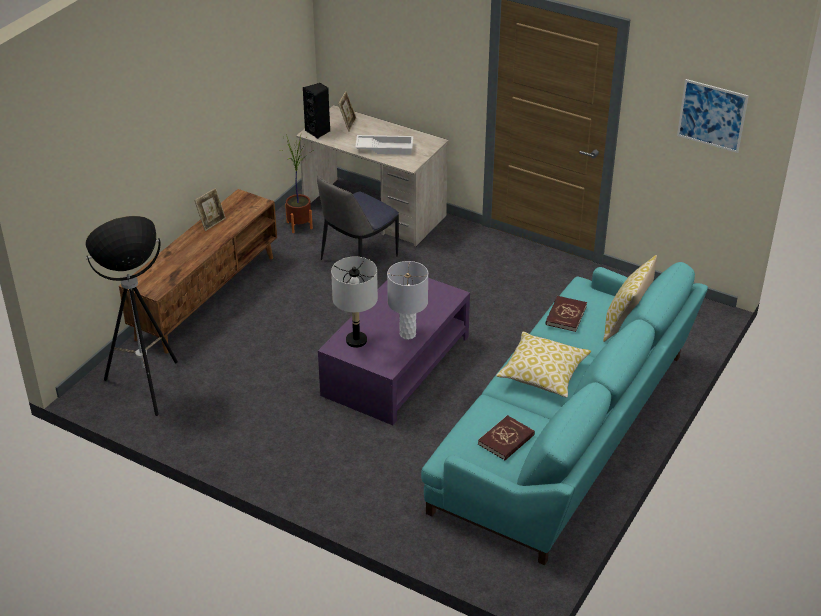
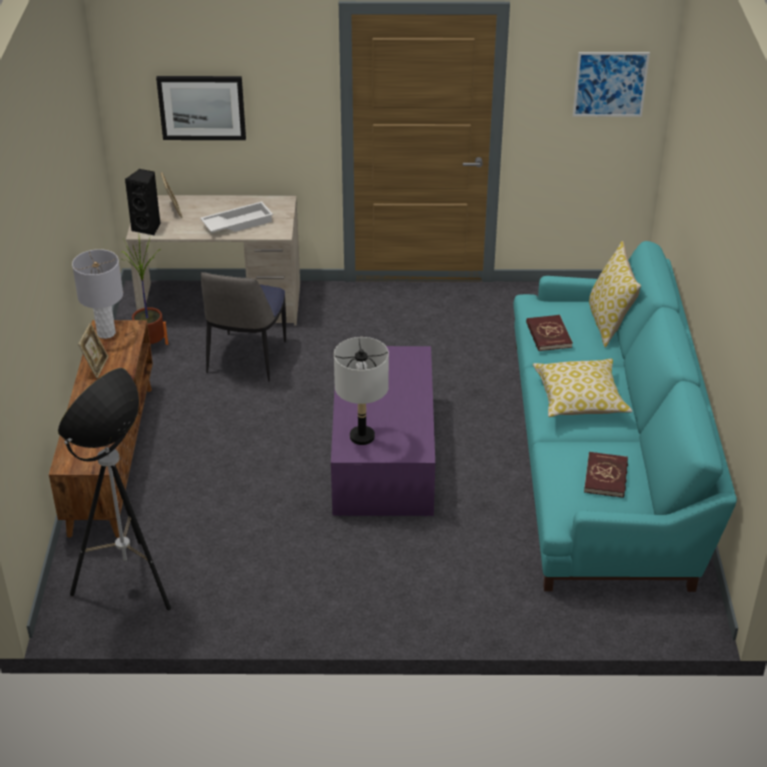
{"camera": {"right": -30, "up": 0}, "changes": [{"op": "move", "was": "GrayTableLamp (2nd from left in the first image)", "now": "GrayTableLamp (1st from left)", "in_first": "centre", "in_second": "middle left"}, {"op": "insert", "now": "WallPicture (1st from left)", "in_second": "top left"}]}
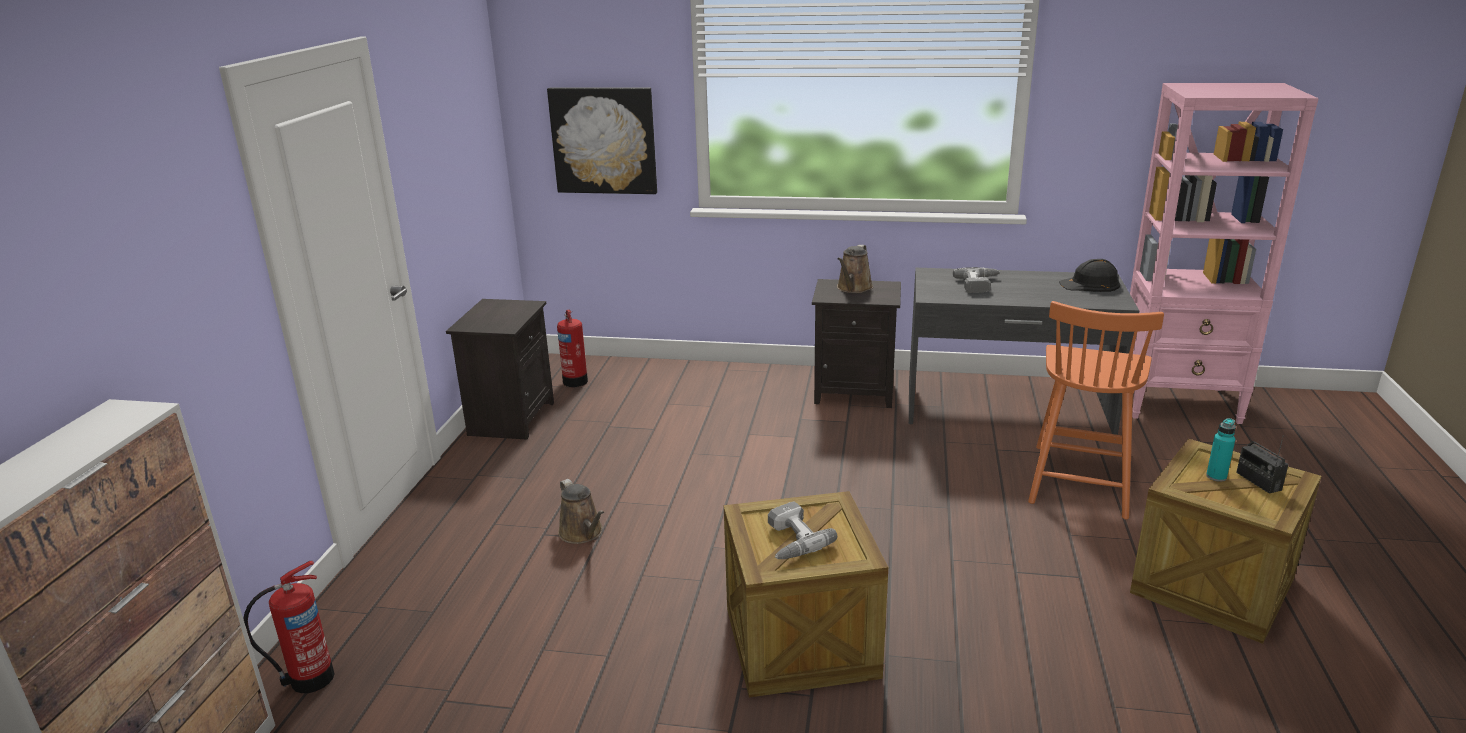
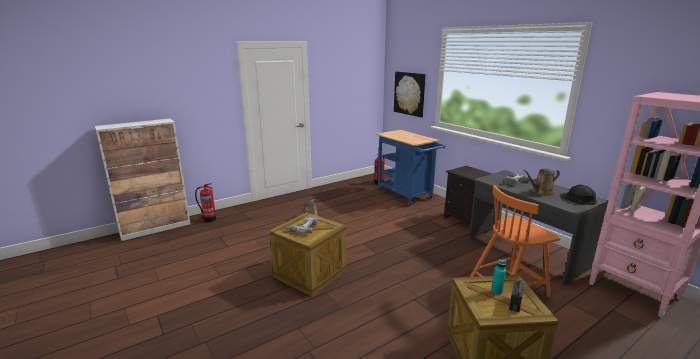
{"camera": {"right": 45, "up": -5}, "changes": [{"op": "move", "was": "BrownSprinklingCan (2nd from left)", "in_first": "centre", "in_second": "middle right"}, {"op": "delete", "was": "BlackNightstand (1st from left)", "in_first": "centre"}, {"op": "insert", "now": "BluishWheeledCart", "in_second": "centre"}]}
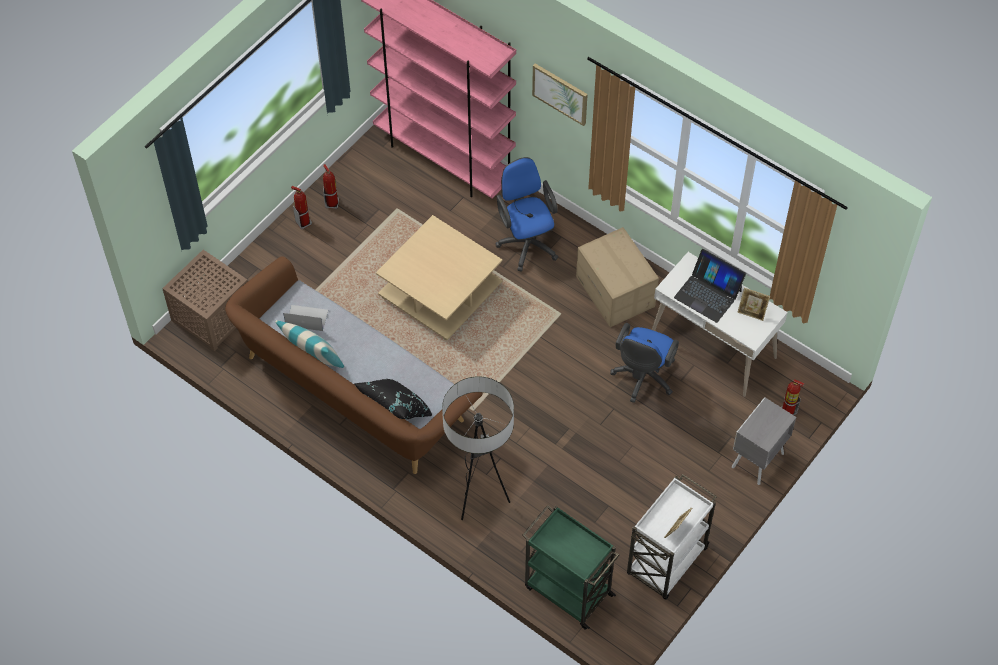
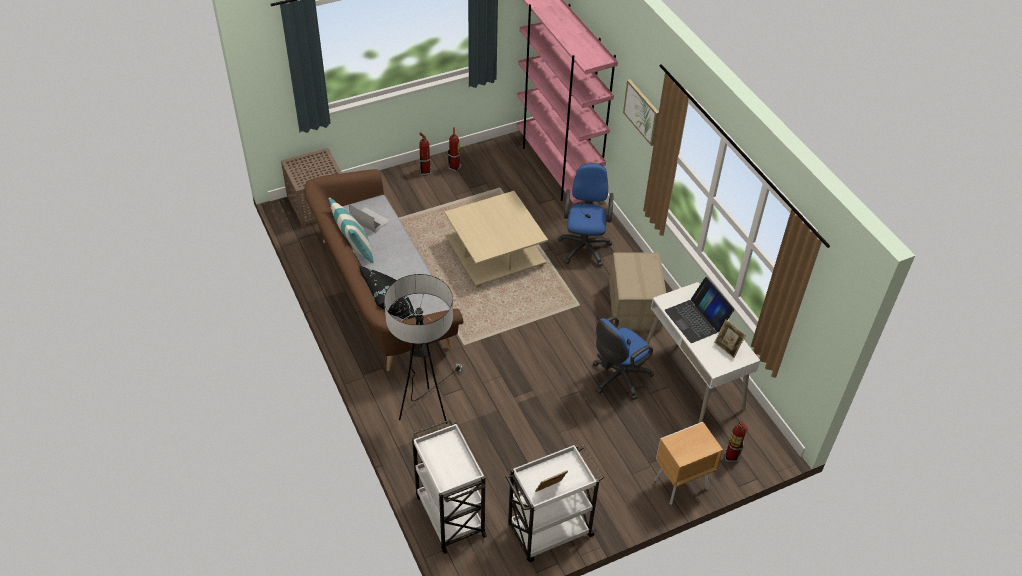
{"camera": {"right": 25, "up": -10}, "changes": [{"op": "recolor", "was": "GrayNightstand", "now": "BrownNightstand", "in_first": "middle right", "in_second": "bottom right"}, {"op": "recolor", "was": "GreenWheeledCart", "now": "WhiteWheeledCart (1st from left)", "in_first": "bottom centre", "in_second": "bottom centre"}]}
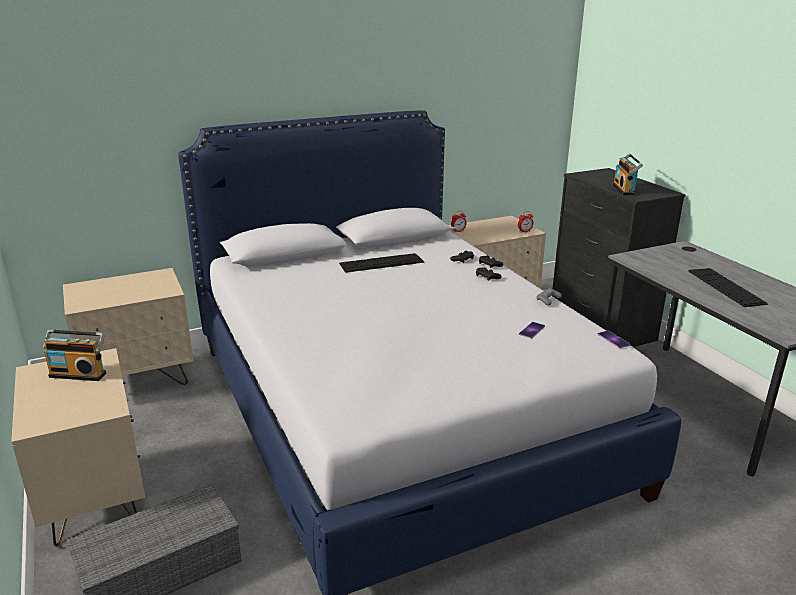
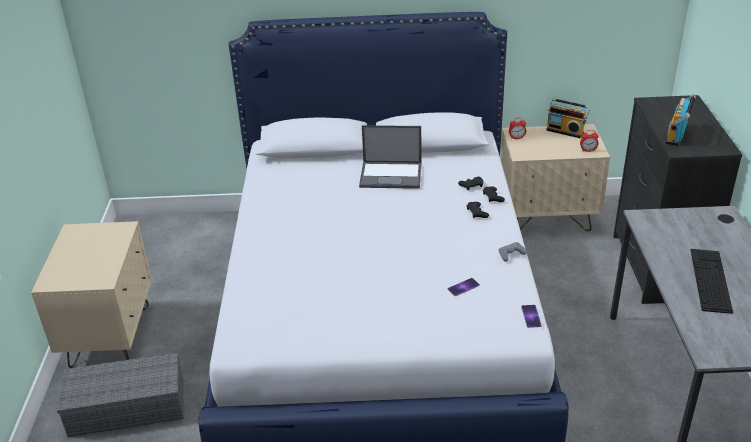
{"camera": {"right": 25, "up": 10}, "changes": [{"op": "replace", "was": "Keyboard (1st from left)", "now": "NotebookComputer", "in_first": "centre", "in_second": "centre"}, {"op": "delete", "was": "BeigeNightstand (2nd from left)", "in_first": "middle left"}, {"op": "move", "was": "RadioReceiver (1st from left)", "in_first": "middle left", "in_second": "top right"}]}
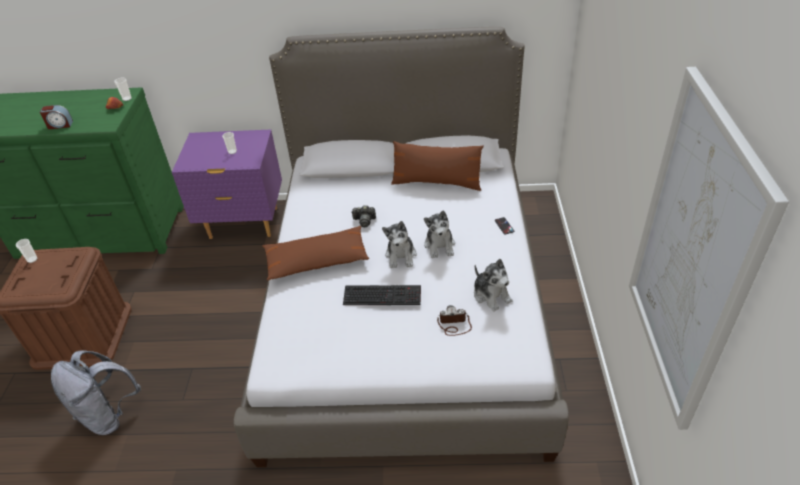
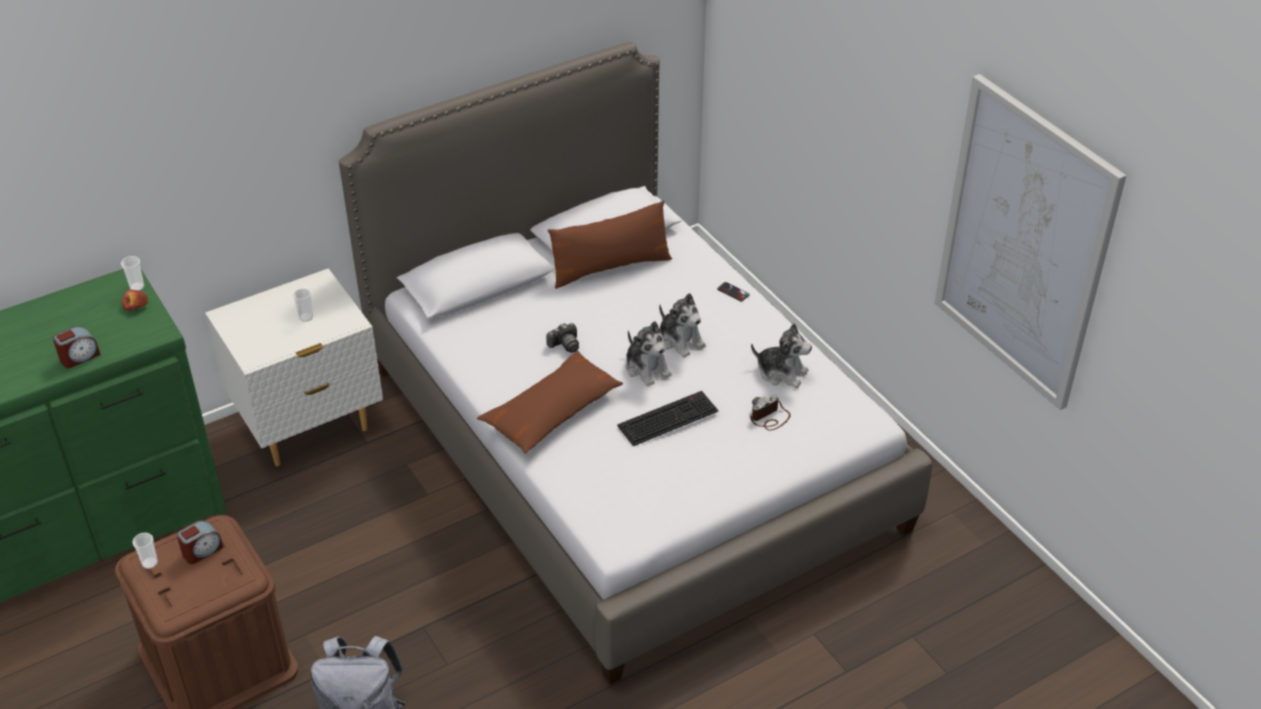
{"camera": {"right": -35, "up": 0}, "changes": [{"op": "recolor", "was": "PurplishNightstand", "now": "WhiteNightstand", "in_first": "middle left", "in_second": "middle left"}, {"op": "insert", "now": "AlarmClock (2nd from left)", "in_second": "bottom left"}]}
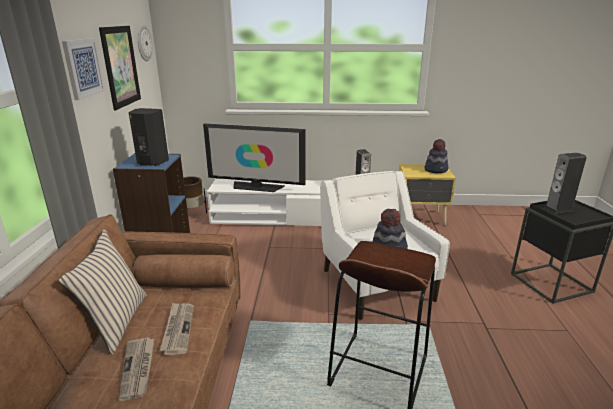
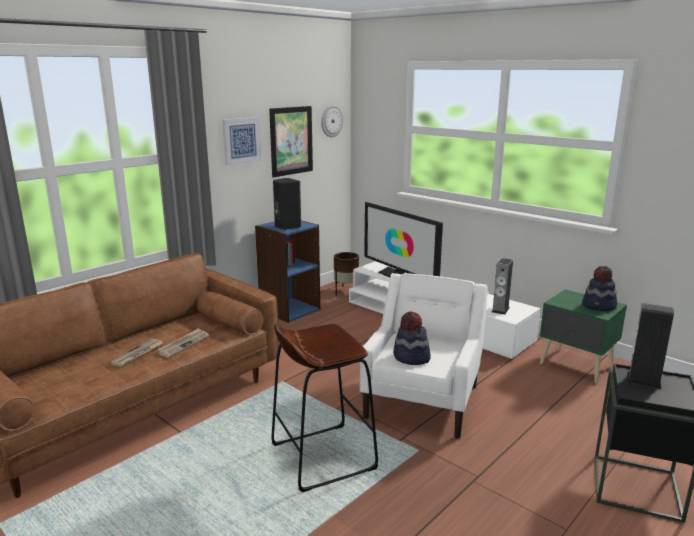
{"camera": {"right": 40, "up": -5}, "changes": [{"op": "recolor", "was": "YellowNightstand", "now": "GreenNightstand", "in_first": "middle right", "in_second": "middle right"}, {"op": "delete", "was": "BeigePillow", "in_first": "bottom left"}]}
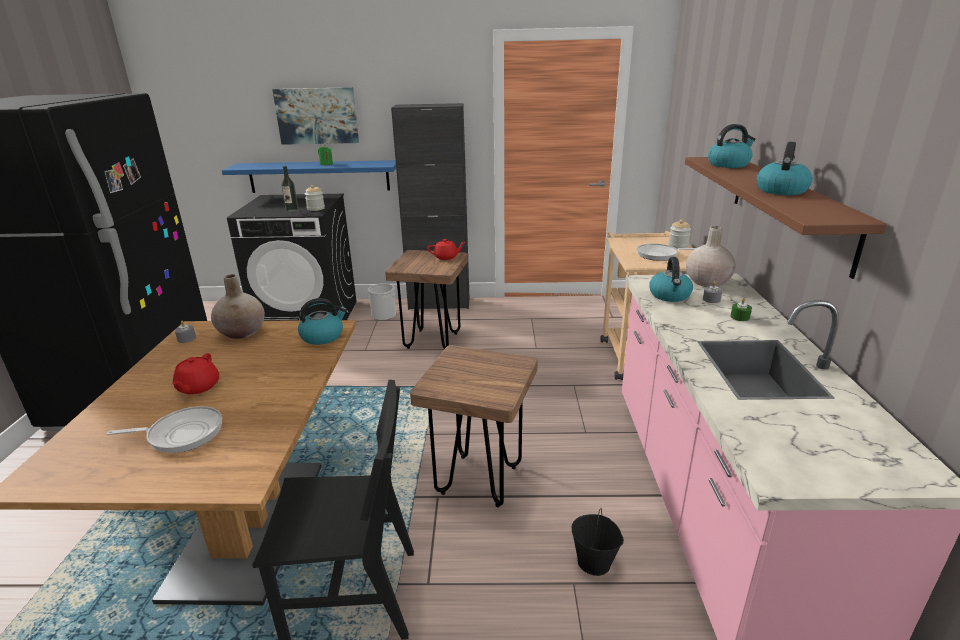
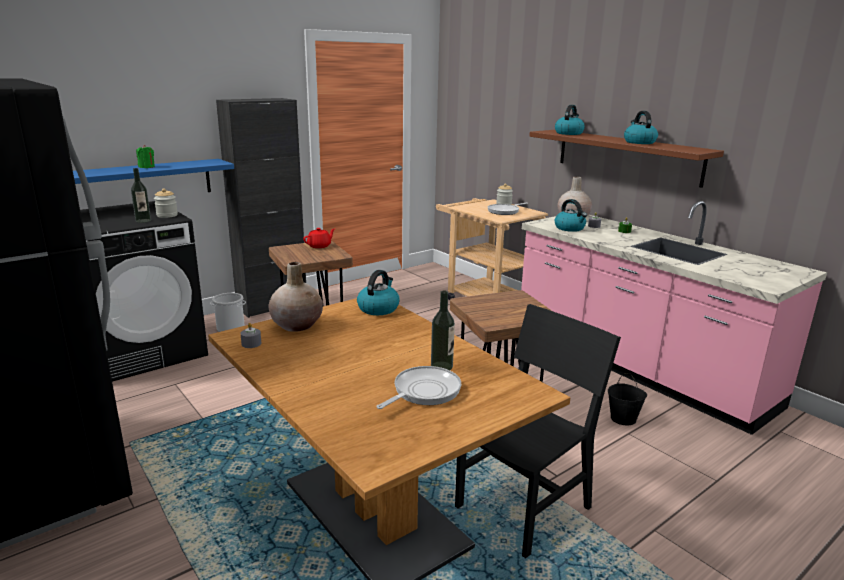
{"camera": {"right": -40, "up": -5}, "changes": [{"op": "delete", "was": "WallPicture", "in_first": "top left"}, {"op": "delete", "was": "RedPotForTea (1st from left)", "in_first": "middle left"}, {"op": "insert", "now": "DrinkBottle (2nd from left)", "in_second": "centre"}]}
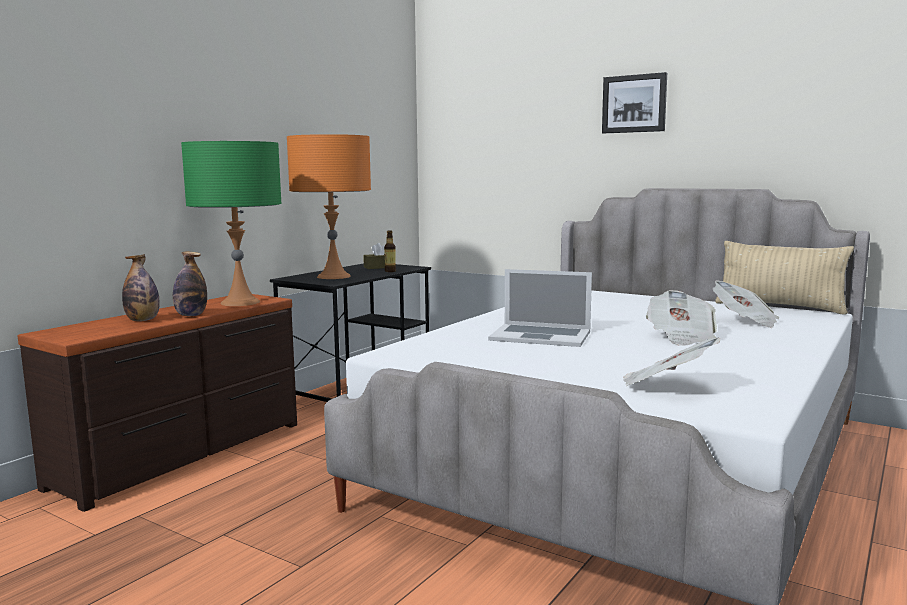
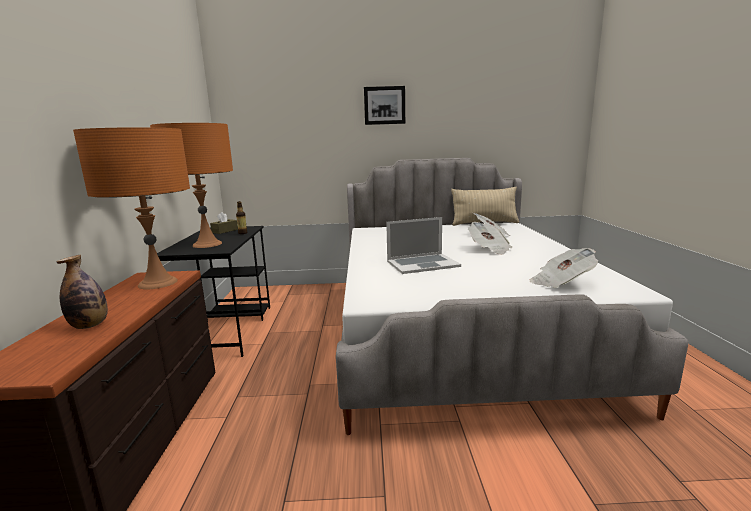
{"camera": {"right": -35, "up": 5}, "changes": [{"op": "recolor", "was": "GreenTableLamp", "now": "OrangeColouredTableLamp (1st from left)", "in_first": "middle left", "in_second": "middle left"}, {"op": "delete", "was": "DrinkBottle (2nd from left)", "in_first": "middle left"}]}
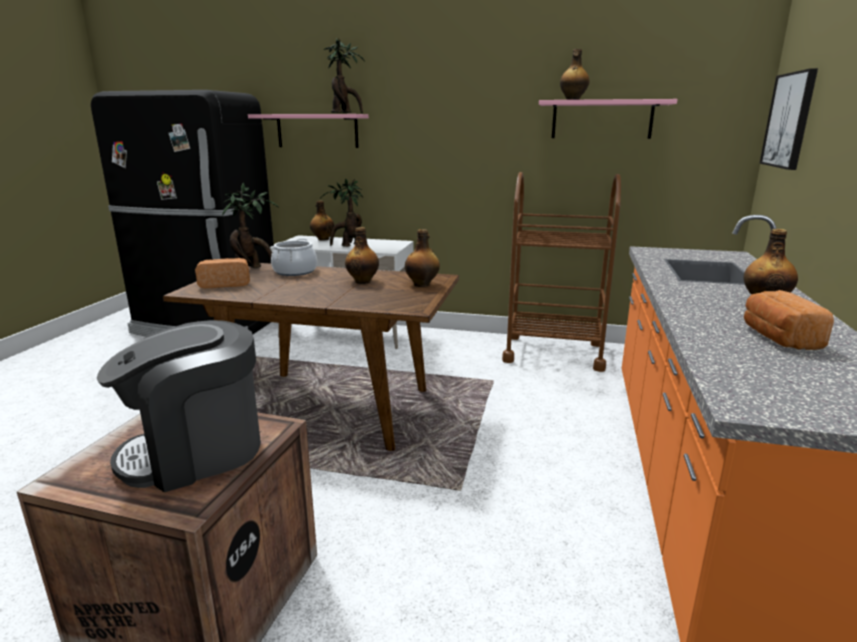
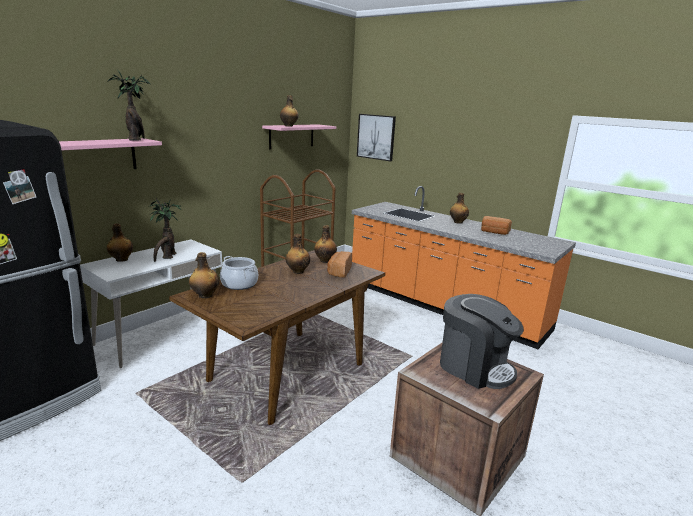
{"camera": {"right": -65, "up": 0}, "changes": [{"op": "replace", "was": "PottedPlant (1st from left)", "now": "DrinkBottle (2nd from left)", "in_first": "middle left", "in_second": "middle left"}, {"op": "move", "was": "BakeryBread (1st from left)", "in_first": "middle left", "in_second": "centre"}, {"op": "rotate", "was": "CoffeeMaker", "in_first": "middle left", "in_second": "middle right", "clockwise": -45}]}
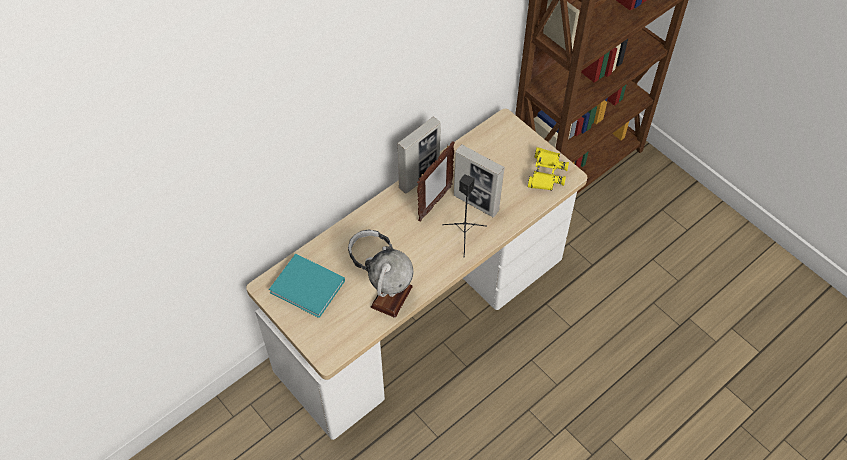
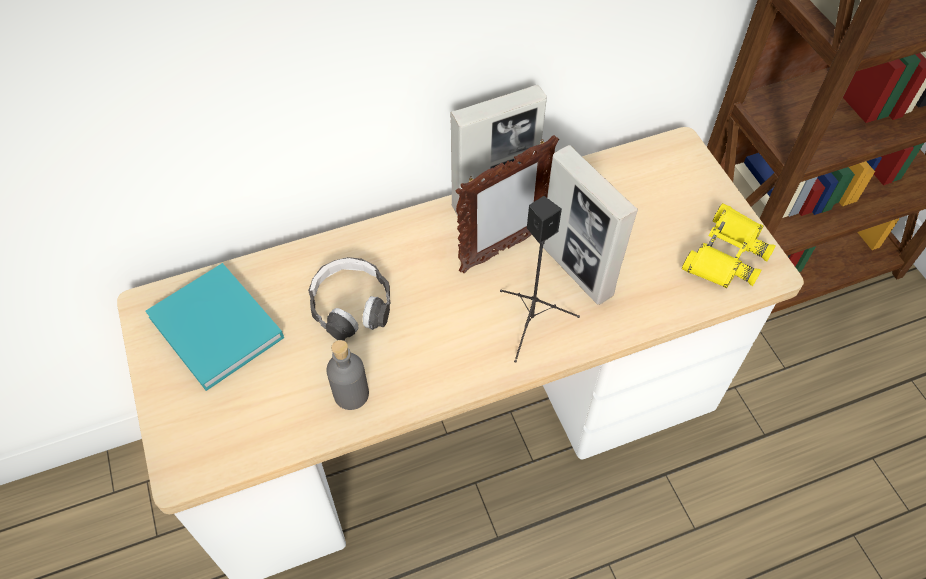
{"camera": {"right": 20, "up": 0}, "changes": [{"op": "replace", "was": "DeskGlobe", "now": "GrayDrinkBottle", "in_first": "centre", "in_second": "centre"}]}
